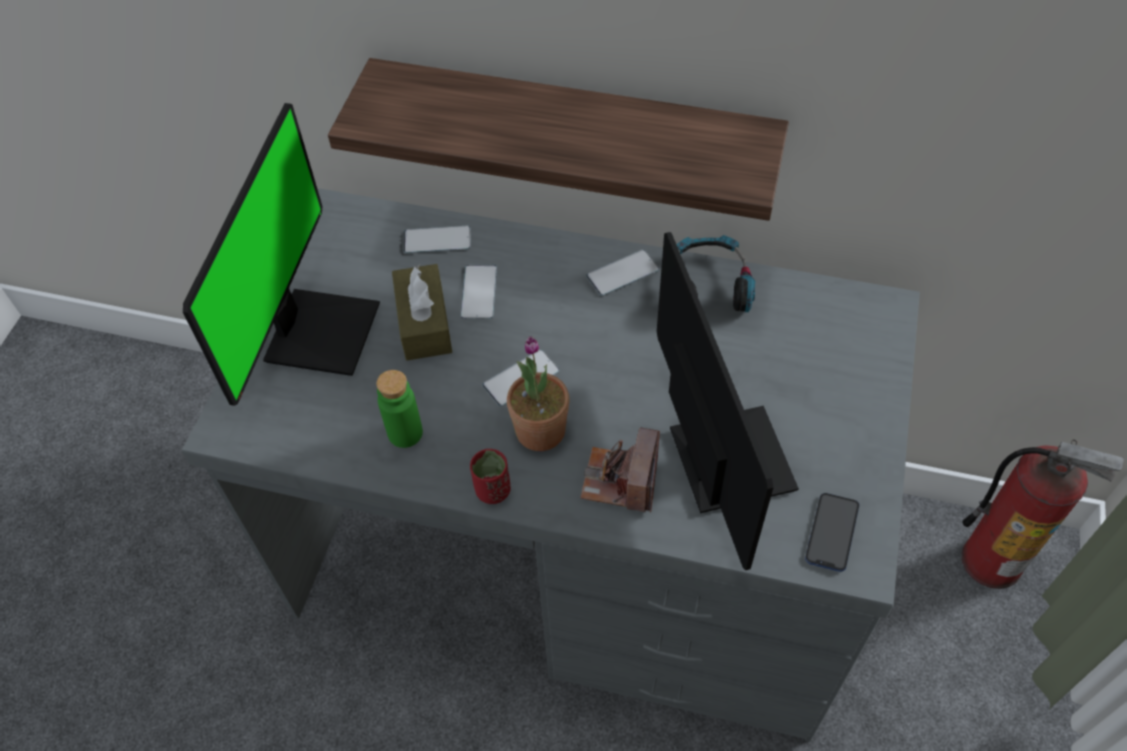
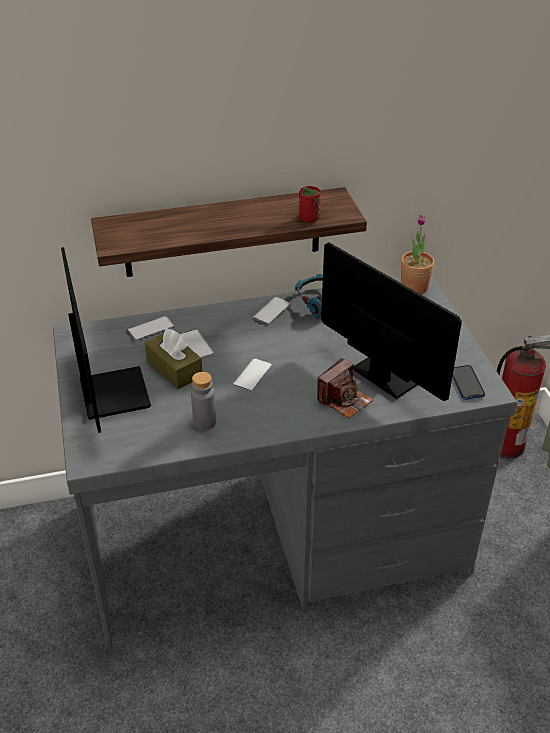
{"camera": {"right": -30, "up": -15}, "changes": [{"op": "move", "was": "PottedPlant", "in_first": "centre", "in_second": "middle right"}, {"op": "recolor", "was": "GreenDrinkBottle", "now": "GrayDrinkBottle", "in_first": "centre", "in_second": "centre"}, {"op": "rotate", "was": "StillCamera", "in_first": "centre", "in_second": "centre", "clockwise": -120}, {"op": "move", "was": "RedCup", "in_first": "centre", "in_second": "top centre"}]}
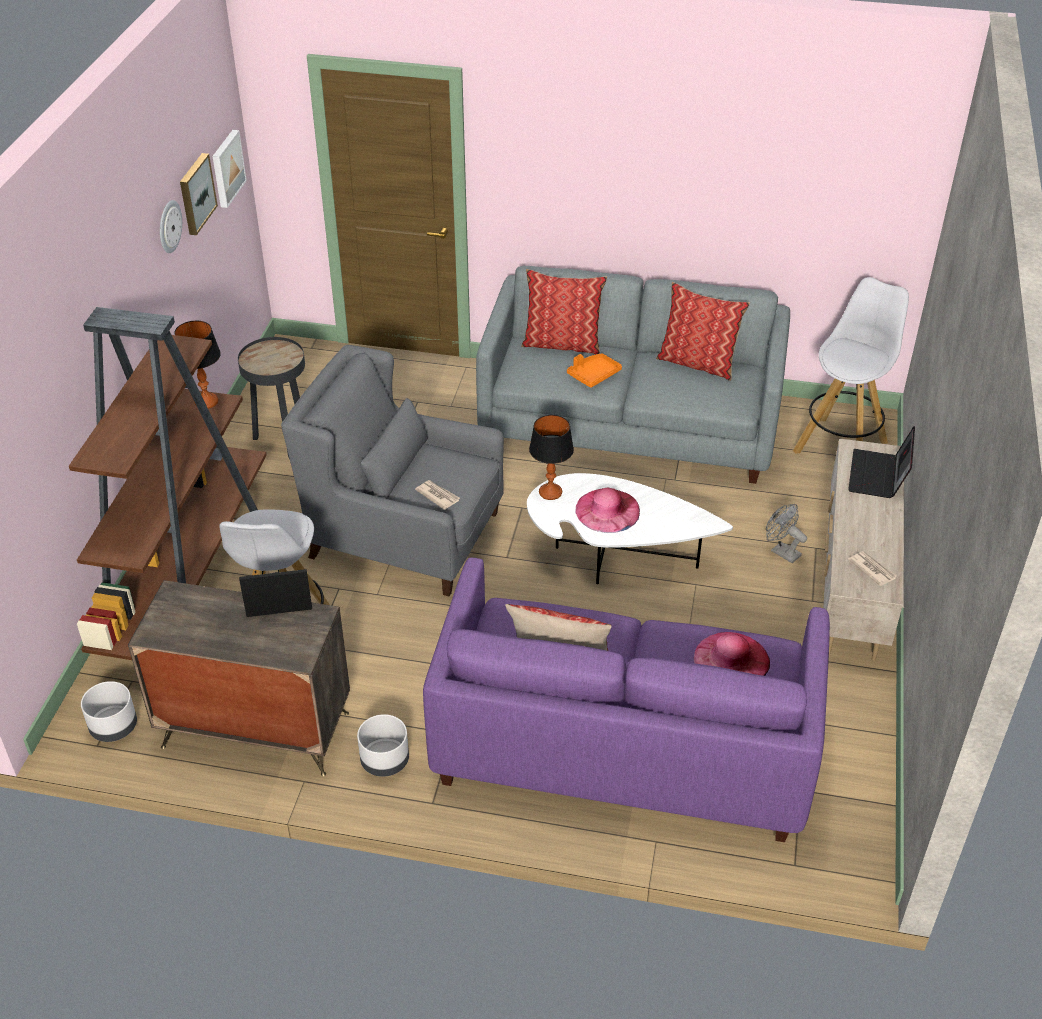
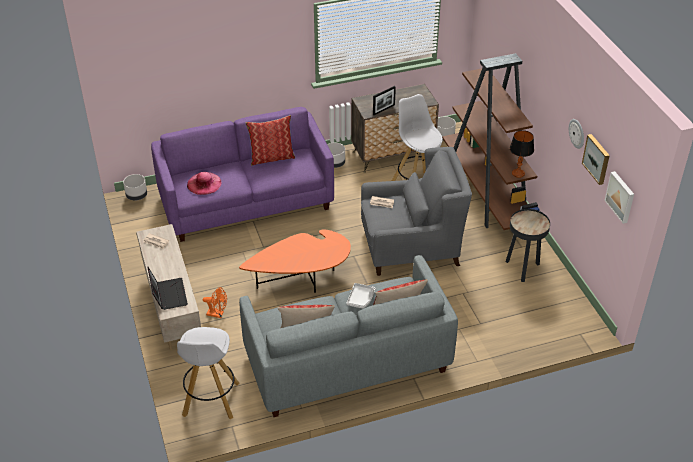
{"camera": {"right": 150, "up": 0}, "changes": [{"op": "recolor", "was": "OrangeColouredCarryingTray", "now": "GrayCarryingTray", "in_first": "centre", "in_second": "centre"}, {"op": "delete", "was": "TableLamp (2nd from left)", "in_first": "centre"}, {"op": "recolor", "was": "WhiteLowTable", "now": "OrangeColouredLowTable", "in_first": "centre", "in_second": "centre"}, {"op": "delete", "was": "PinkWearableHat (1st from left)", "in_first": "centre"}, {"op": "recolor", "was": "GrayCoolingFan", "now": "OrangeColouredCoolingFan", "in_first": "middle right", "in_second": "middle left"}, {"op": "insert", "now": "GrayPlantPot (1st from left)", "in_second": "middle left"}]}
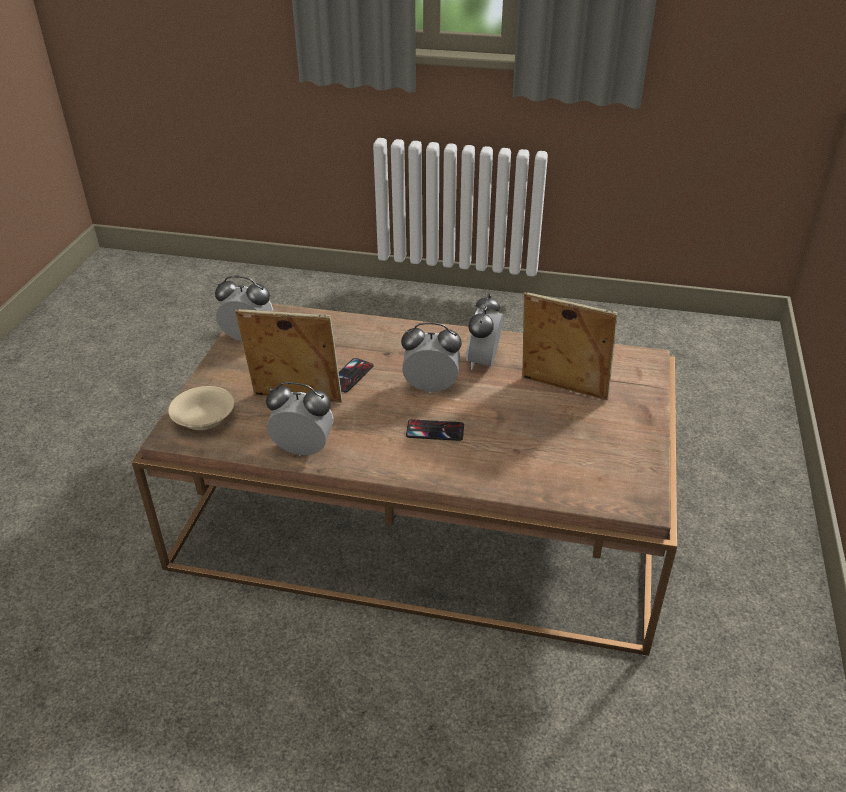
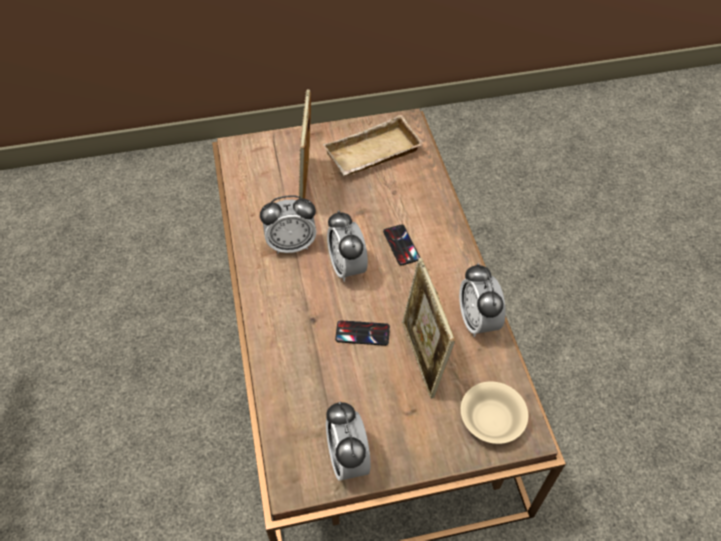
{"camera": {"right": -115, "up": 15}, "changes": [{"op": "insert", "now": "BeigeCarryingTray", "in_second": "top centre"}]}
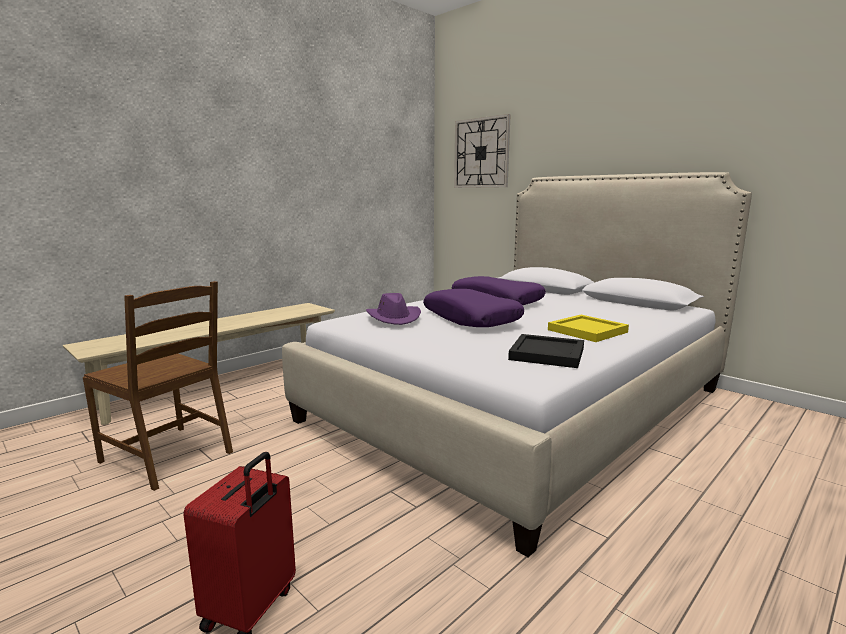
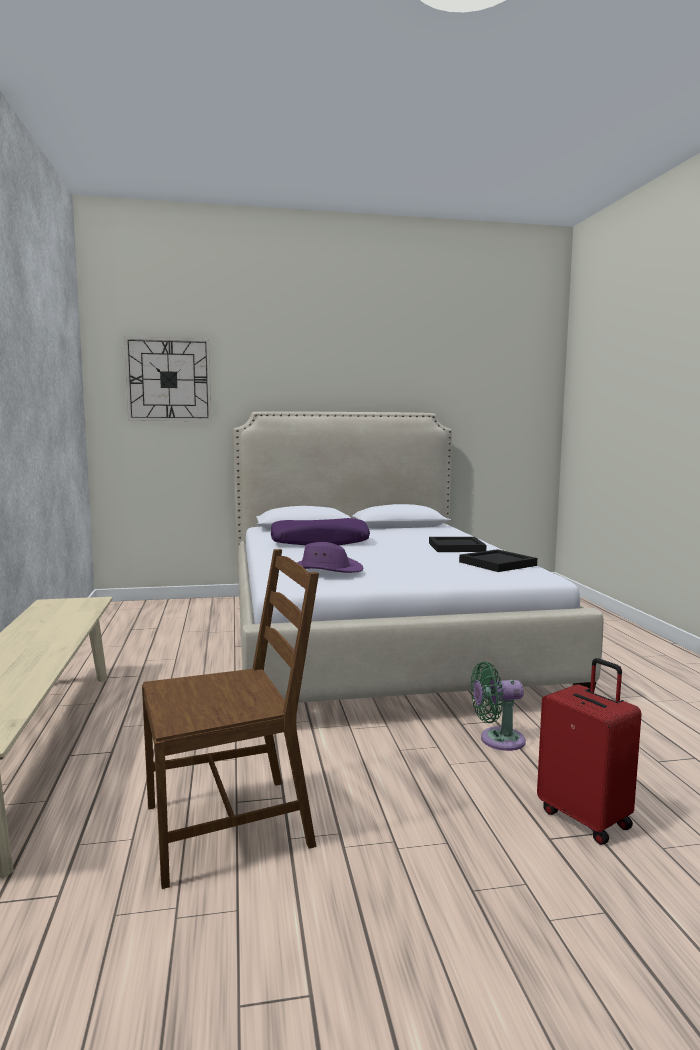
{"camera": {"right": -55, "up": -5}, "changes": [{"op": "delete", "was": "PurplishPillow (1st from left)", "in_first": "centre"}, {"op": "recolor", "was": "YellowCarryingTray", "now": "BlackCarryingTray (1st from left)", "in_first": "middle right", "in_second": "centre"}, {"op": "insert", "now": "GreenCoolingFan", "in_second": "bottom right"}]}
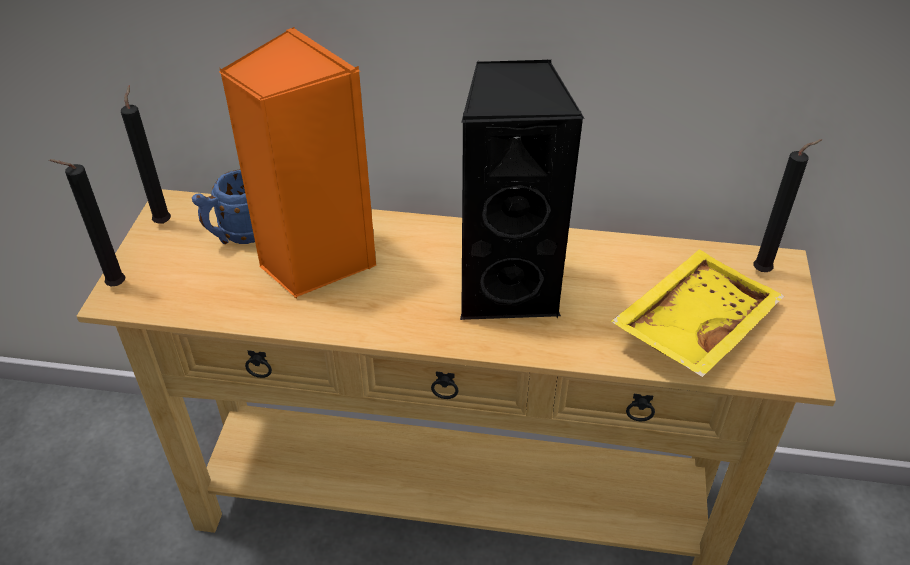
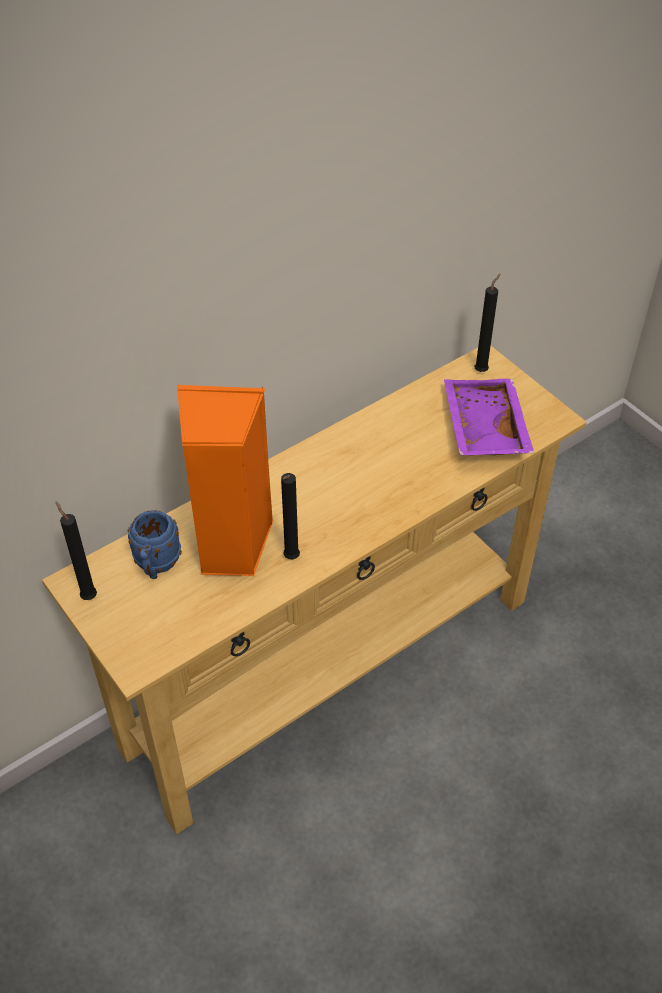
{"camera": {"right": -45, "up": 5}, "changes": [{"op": "delete", "was": "BlackLoudspeaker", "in_first": "centre"}, {"op": "move", "was": "BlackWaxCandle (1st from left in the first image)", "now": "BlackWaxCandle (2nd from left)", "in_first": "middle left", "in_second": "centre"}, {"op": "recolor", "was": "YellowCarryingTray", "now": "PurplishCarryingTray", "in_first": "middle right", "in_second": "middle right"}]}
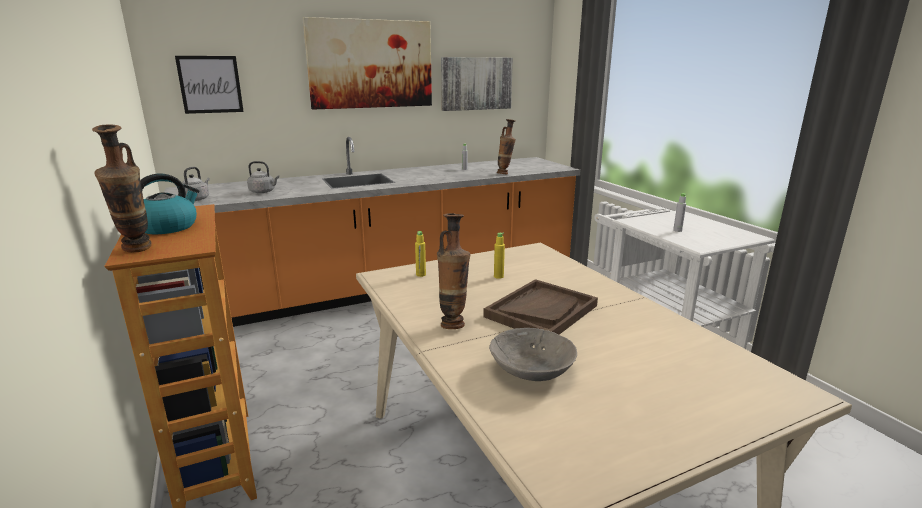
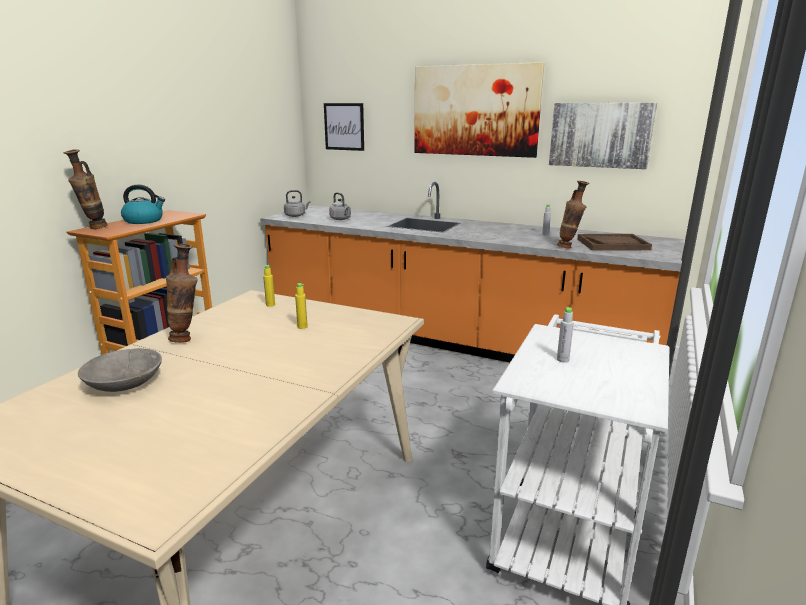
{"camera": {"right": 50, "up": 0}, "changes": [{"op": "move", "was": "BrownCarryingTray", "in_first": "centre", "in_second": "middle right"}]}
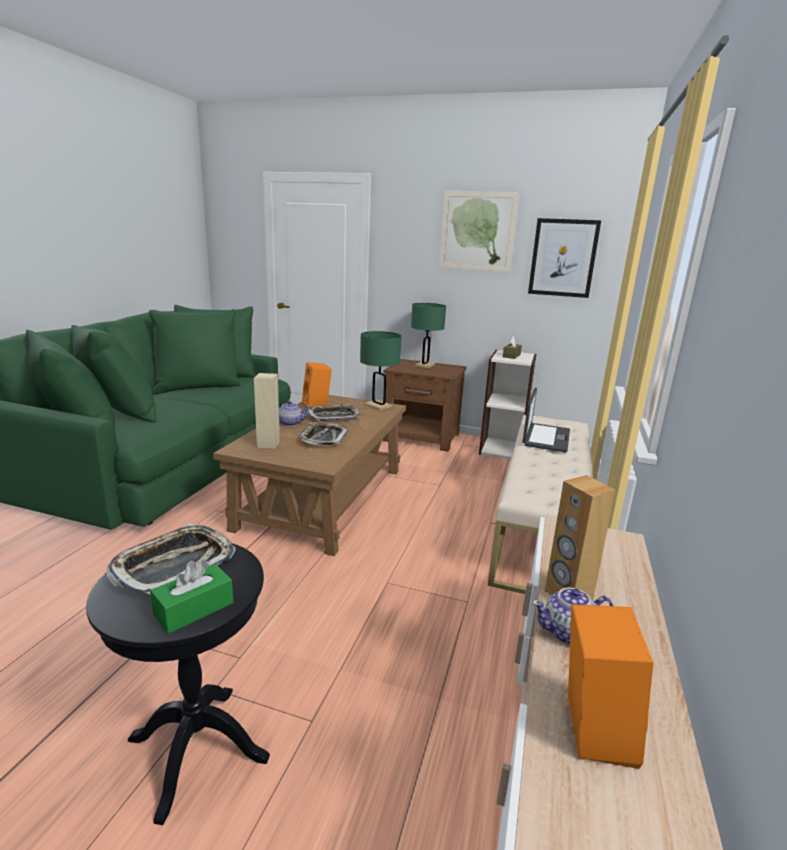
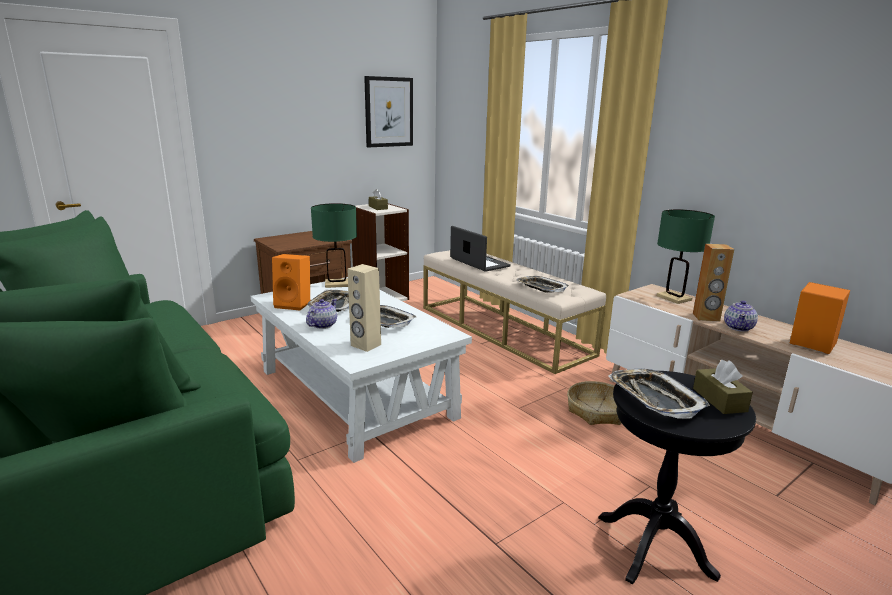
{"camera": {"right": -55, "up": 0}, "changes": [{"op": "delete", "was": "WallPicture (1st from left)", "in_first": "top centre"}, {"op": "move", "was": "GreenTableLamp (2nd from left)", "in_first": "centre", "in_second": "middle right"}, {"op": "recolor", "was": "BrownLowTable", "now": "WhiteLowTable", "in_first": "centre", "in_second": "centre"}, {"op": "recolor", "was": "GreenBoxOfTissues", "now": "BrownBoxOfTissues (2nd from left)", "in_first": "bottom left", "in_second": "middle right"}, {"op": "insert", "now": "CarryingTray (3rd from left)", "in_second": "centre"}, {"op": "insert", "now": "Basket", "in_second": "bottom centre"}]}
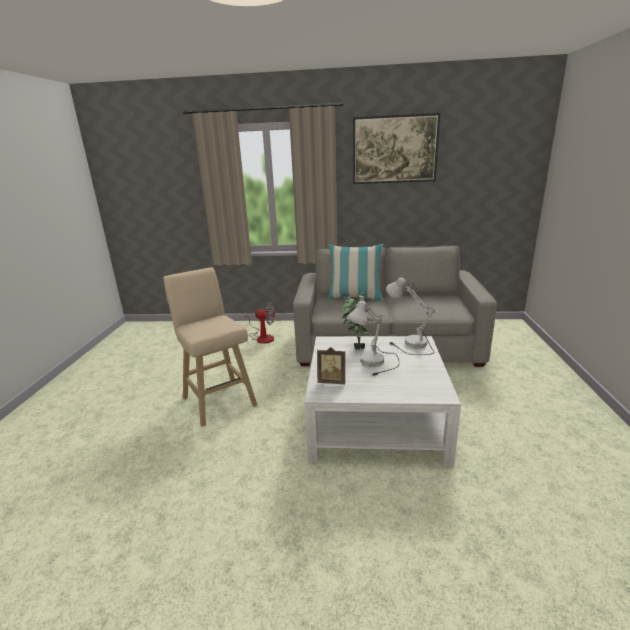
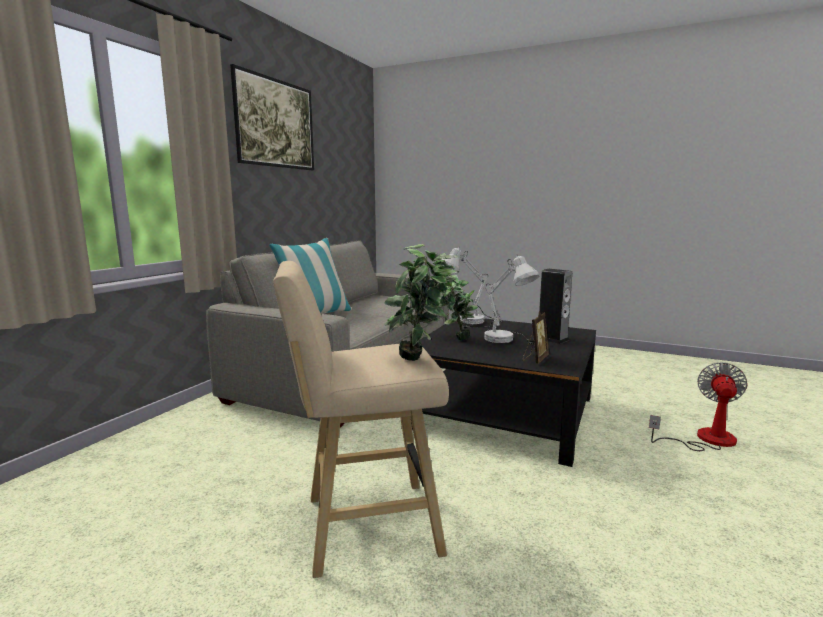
{"camera": {"right": -70, "up": -10}, "changes": [{"op": "move", "was": "CoolingFan", "in_first": "centre", "in_second": "middle right"}, {"op": "recolor", "was": "WhiteLowTable", "now": "BlackLowTable", "in_first": "centre", "in_second": "centre"}, {"op": "insert", "now": "PottedPlant (1st from left)", "in_second": "centre"}, {"op": "insert", "now": "Loudspeaker", "in_second": "middle right"}]}
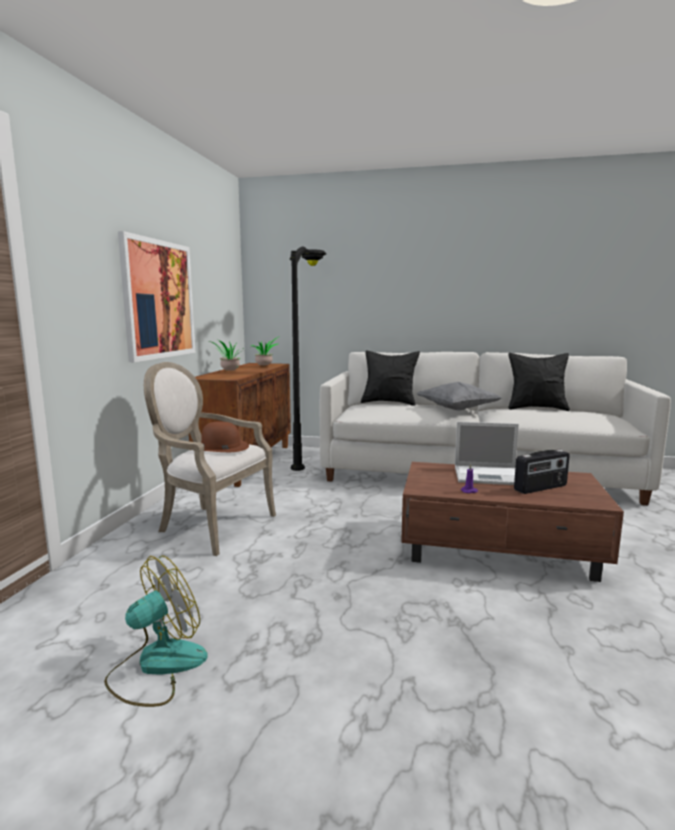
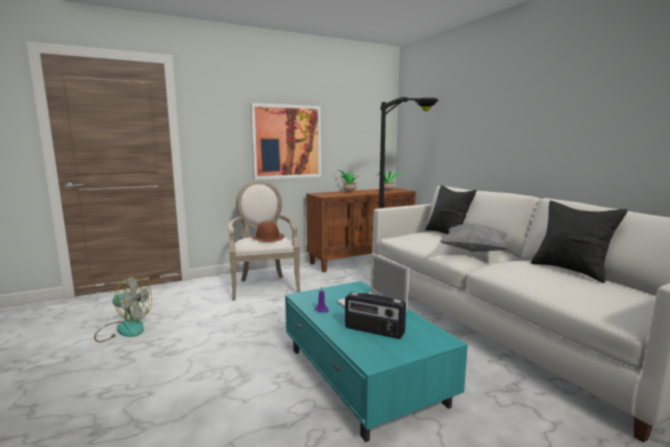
{"camera": {"right": 50, "up": 0}, "changes": [{"op": "recolor", "was": "BrownLowTable", "now": "TurquoiseColouredLowTable", "in_first": "middle right", "in_second": "bottom centre"}]}
